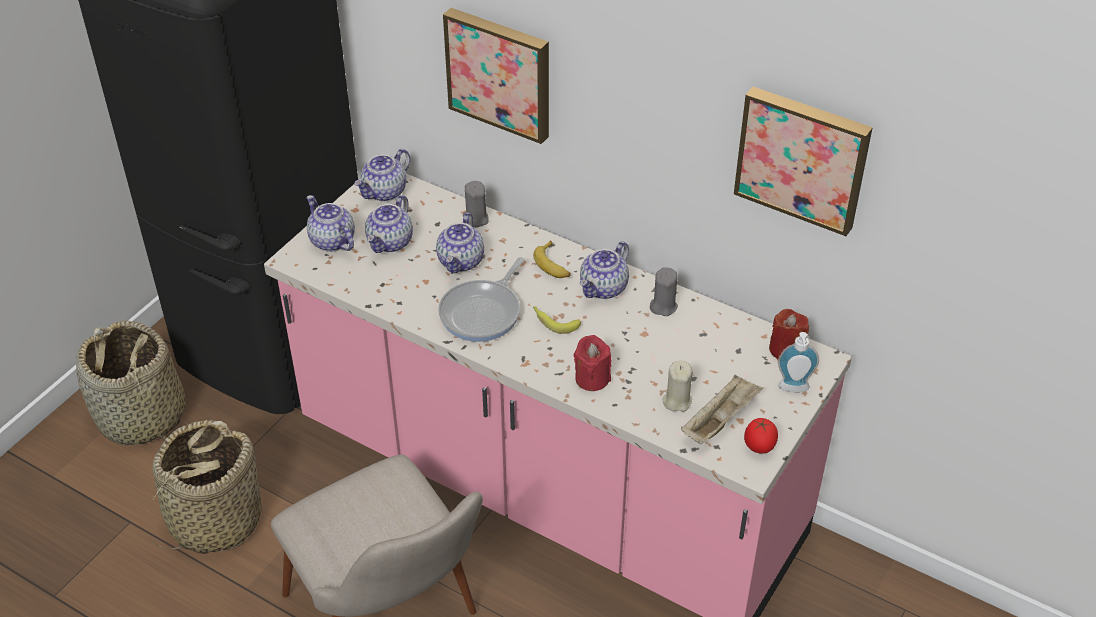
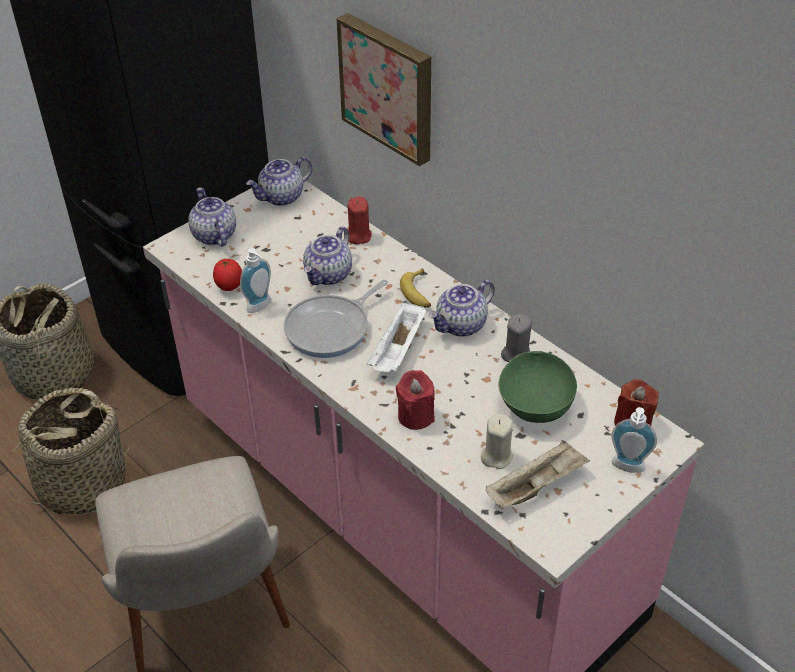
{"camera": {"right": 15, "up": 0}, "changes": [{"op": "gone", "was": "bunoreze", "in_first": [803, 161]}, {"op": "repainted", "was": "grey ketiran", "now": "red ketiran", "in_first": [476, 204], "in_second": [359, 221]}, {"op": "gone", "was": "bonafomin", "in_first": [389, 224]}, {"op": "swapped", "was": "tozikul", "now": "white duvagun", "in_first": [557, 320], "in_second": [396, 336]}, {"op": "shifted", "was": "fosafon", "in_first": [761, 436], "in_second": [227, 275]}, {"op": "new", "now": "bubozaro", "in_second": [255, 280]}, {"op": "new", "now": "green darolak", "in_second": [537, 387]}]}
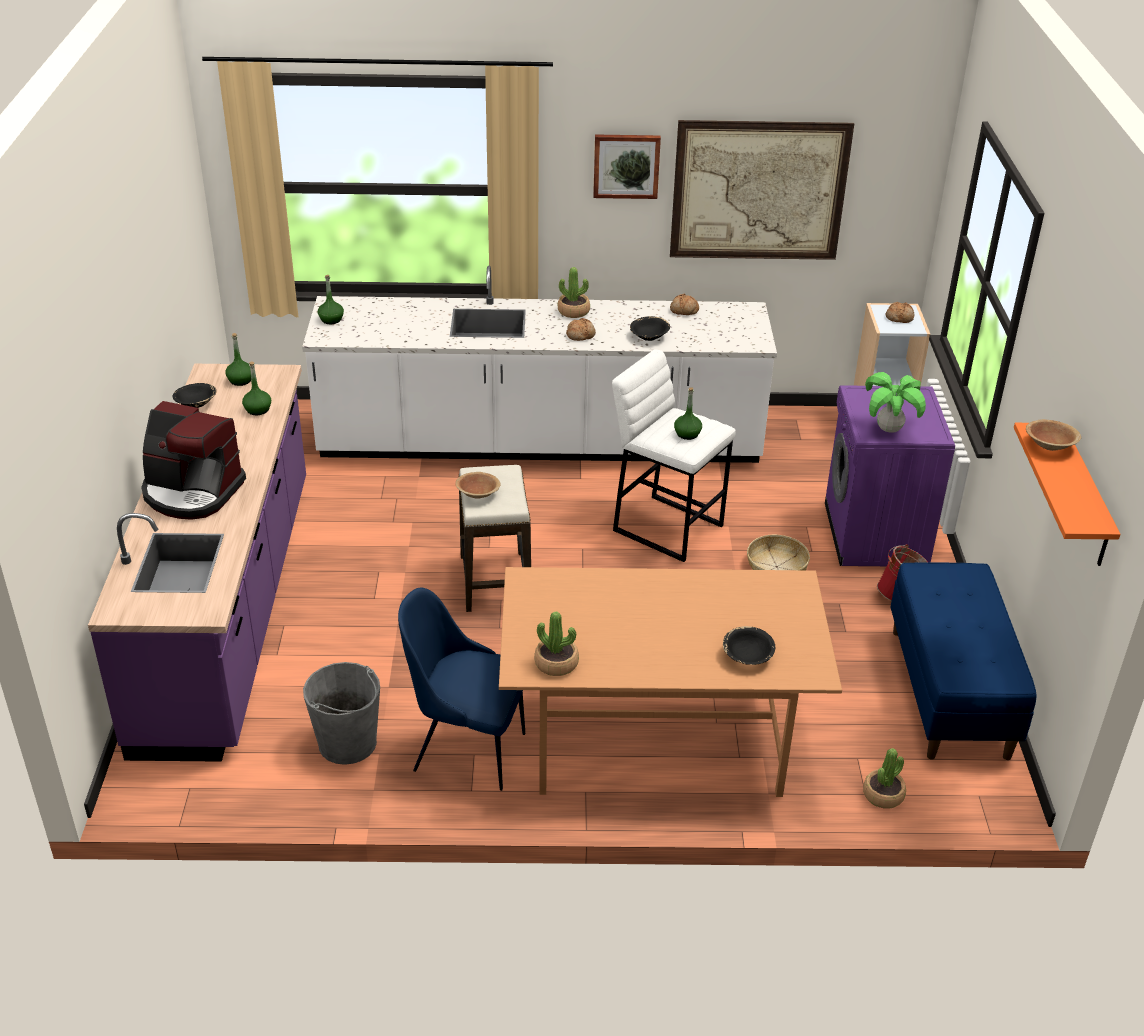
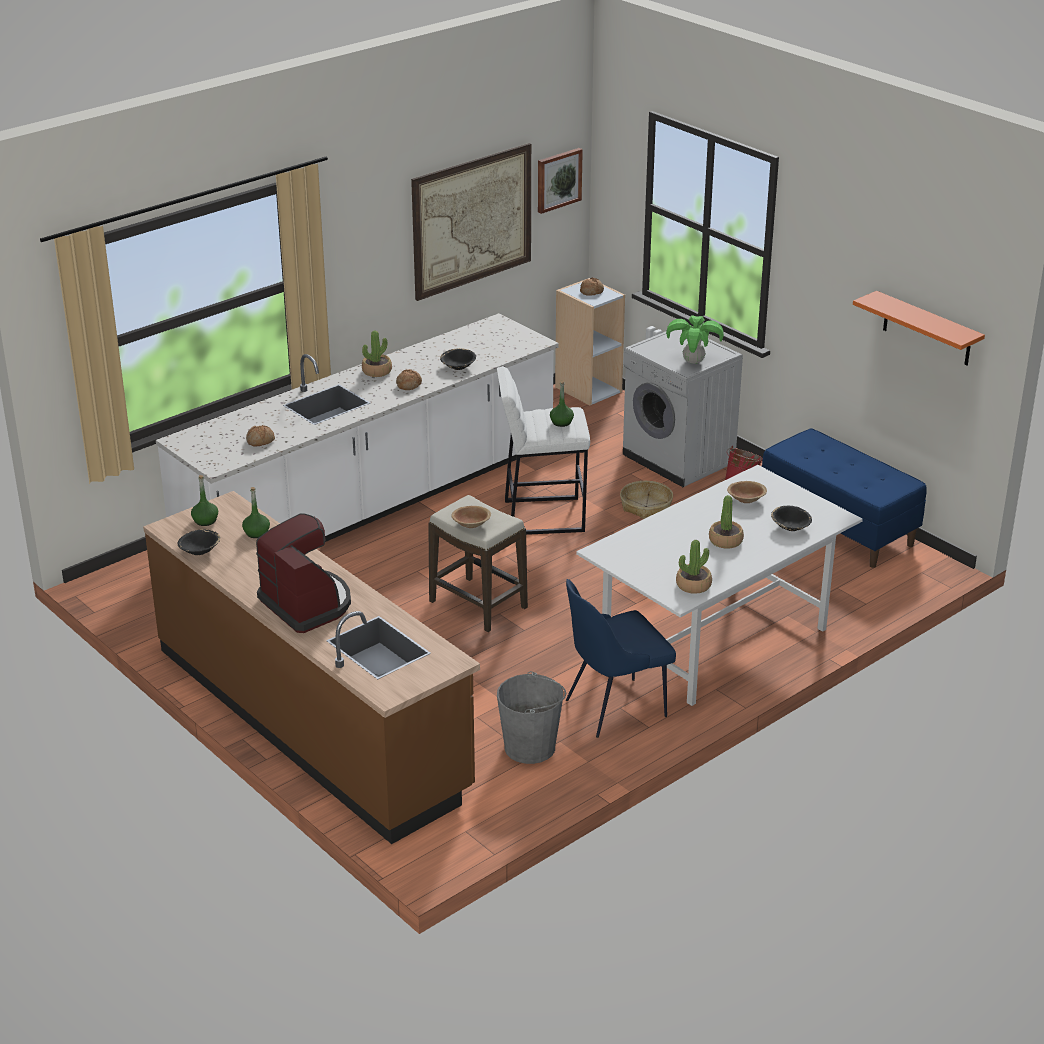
{"camera": {"right": -40, "up": -5}, "changes": [{"op": "shifted", "was": "bunoreze", "in_first": [627, 166], "in_second": [560, 181]}, {"op": "gone", "was": "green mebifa", "in_first": [331, 299]}, {"op": "shifted", "was": "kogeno", "in_first": [684, 304], "in_second": [260, 435]}, {"op": "repainted", "was": "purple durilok", "now": "brown durilok", "in_first": [197, 563], "in_second": [311, 667]}, {"op": "repainted", "was": "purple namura", "now": "white namura", "in_first": [890, 475], "in_second": [683, 408]}, {"op": "rotated", "was": "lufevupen", "in_first": [193, 460], "in_second": [303, 573], "clockwise": -105}, {"op": "shifted", "was": "brown darolak", "in_first": [1053, 435], "in_second": [747, 492]}, {"op": "repainted", "was": "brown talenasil", "now": "white talenasil", "in_first": [670, 682], "in_second": [719, 585]}, {"op": "shifted", "was": "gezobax", "in_first": [884, 778], "in_second": [726, 522]}]}
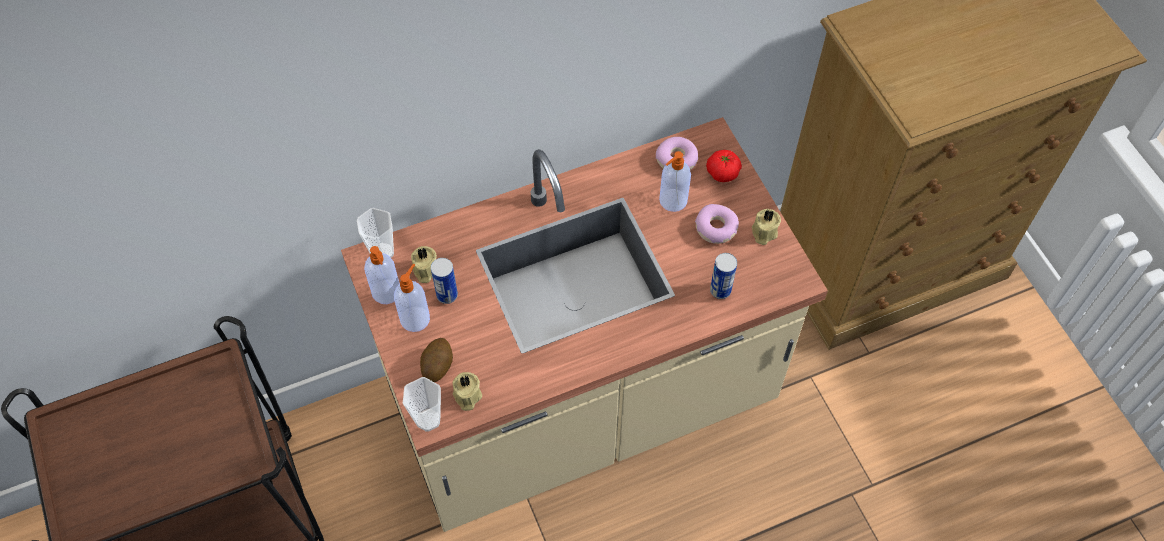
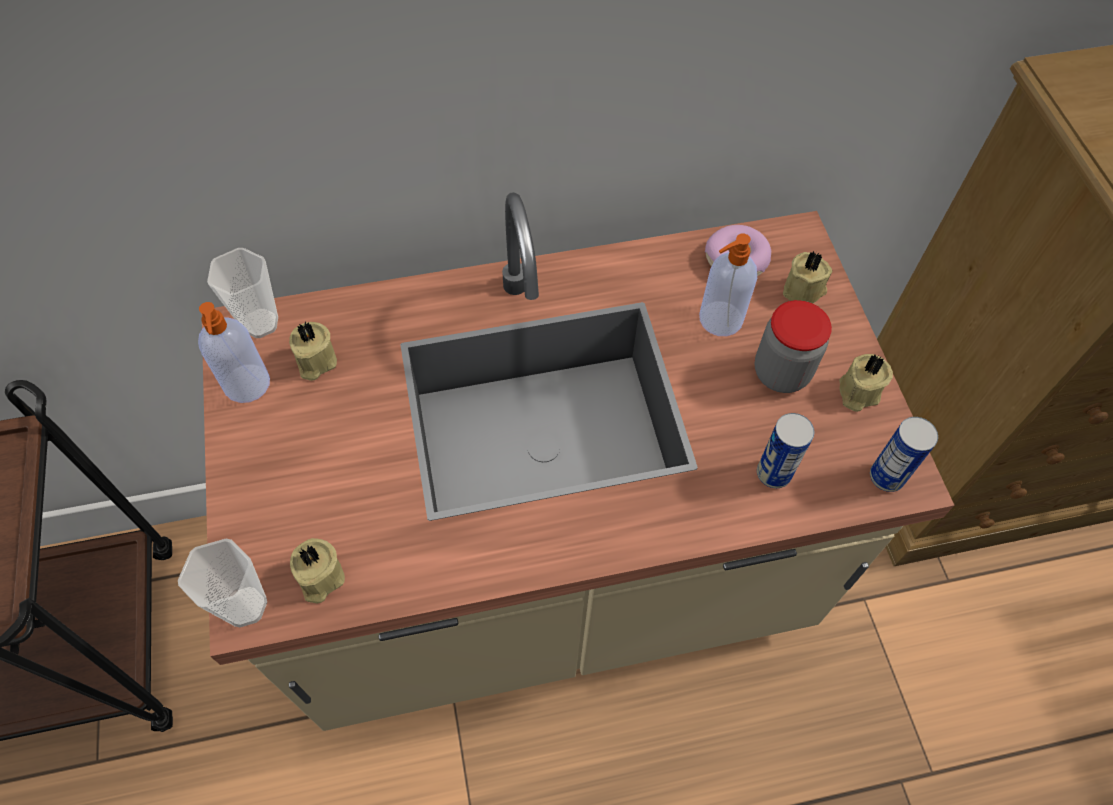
{"camera": {"right": 10, "up": 0}, "changes": [{"op": "swapped", "was": "fosafon", "now": "beige ketiran", "in_first": [724, 166], "in_second": [807, 277]}, {"op": "swapped", "was": "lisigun", "now": "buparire", "in_first": [717, 224], "in_second": [793, 346]}, {"op": "shifted", "was": "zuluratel", "in_first": [444, 281], "in_second": [904, 454]}, {"op": "gone", "was": "bubozaro", "in_first": [412, 297]}, {"op": "gone", "was": "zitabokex", "in_first": [436, 360]}]}
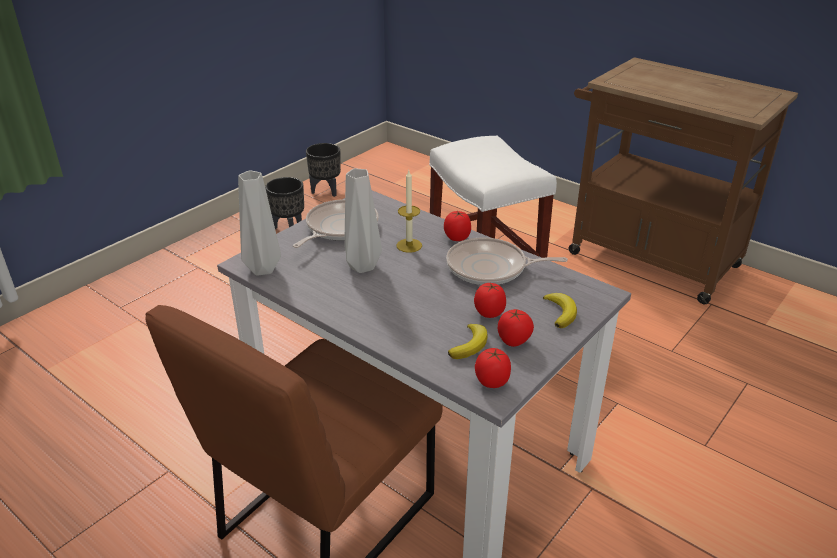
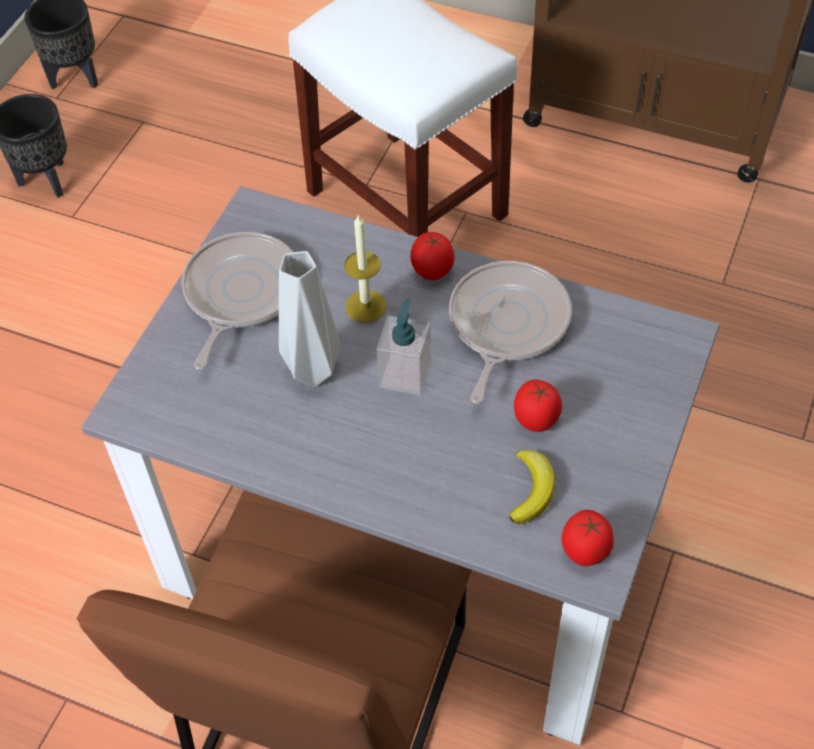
{"camera": {"right": -15, "up": 20}, "changes": [{"op": "gone", "was": "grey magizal", "in_first": [259, 223]}, {"op": "rotated", "was": "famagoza", "in_first": [507, 261], "in_second": [510, 332], "clockwise": 120}, {"op": "gone", "was": "tozikul", "in_first": [560, 310]}, {"op": "gone", "was": "fosafon", "in_first": [516, 328]}, {"op": "new", "now": "bubozaro", "in_second": [404, 346]}]}
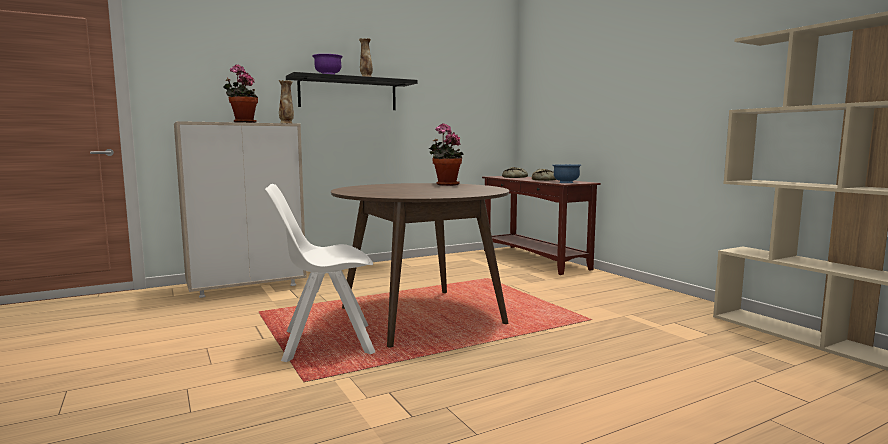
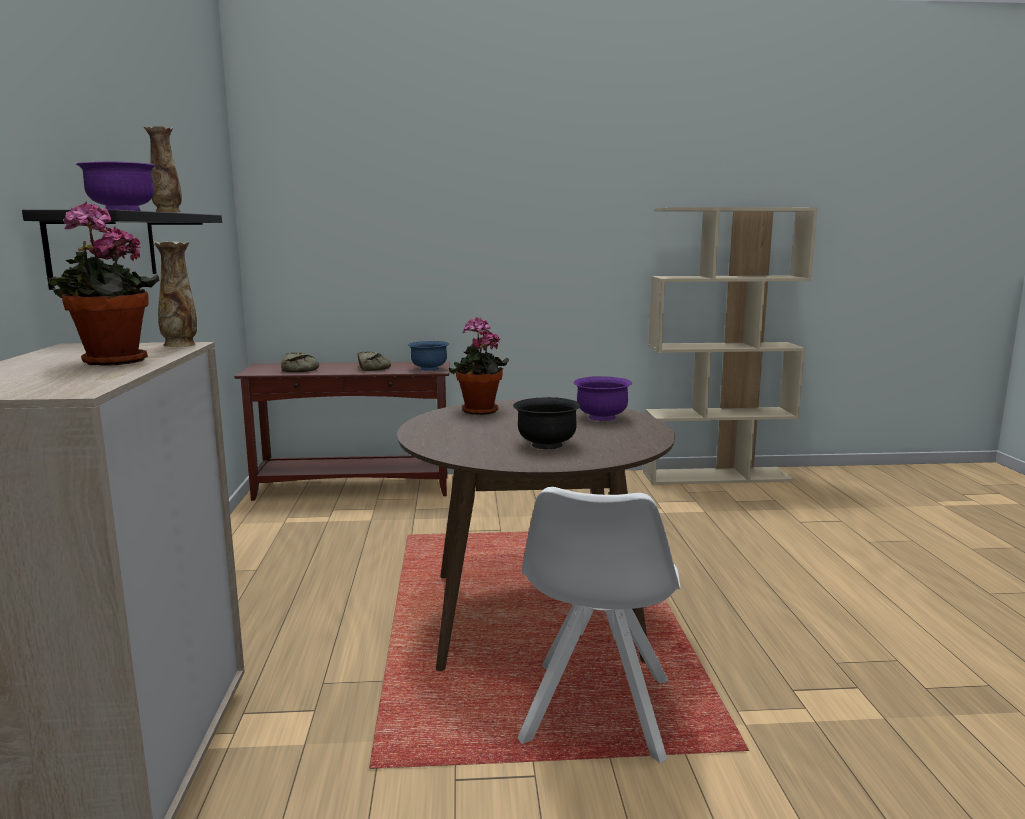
{"camera": {"right": -65, "up": 5}, "changes": [{"op": "new", "now": "purple darolak", "in_second": [603, 398]}, {"op": "new", "now": "black darolak", "in_second": [547, 423]}]}
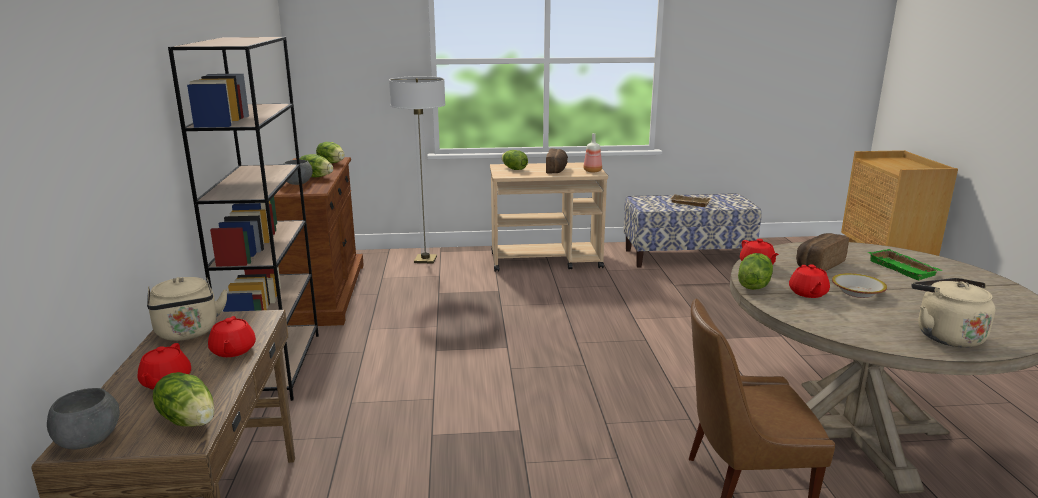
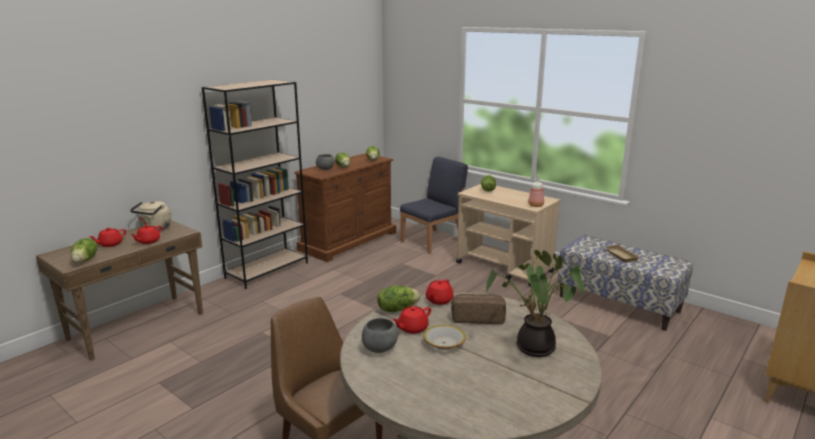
{"camera": {"right": 45, "up": 0}, "changes": [{"op": "swapped", "was": "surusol", "now": "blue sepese", "in_first": [417, 170], "in_second": [434, 205]}, {"op": "gone", "was": "kogeno", "in_first": [557, 161]}, {"op": "swapped", "was": "green duvagun", "now": "gezobax", "in_first": [905, 264], "in_second": [534, 303]}, {"op": "gone", "was": "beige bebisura", "in_first": [953, 313]}, {"op": "shifted", "was": "grey darolak", "in_first": [83, 418], "in_second": [380, 335]}]}
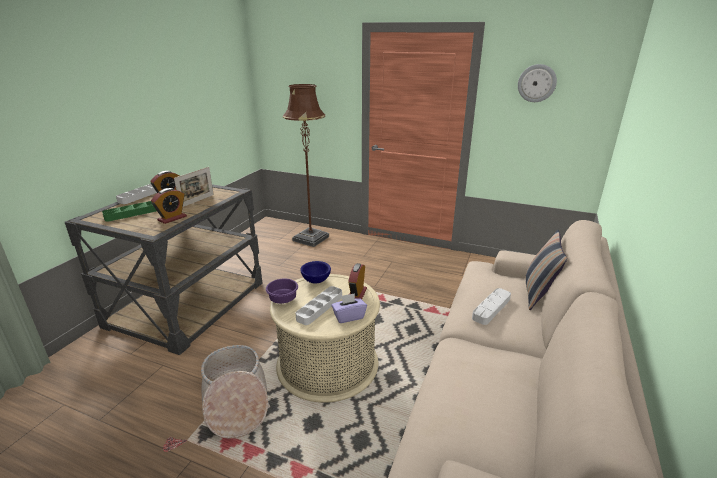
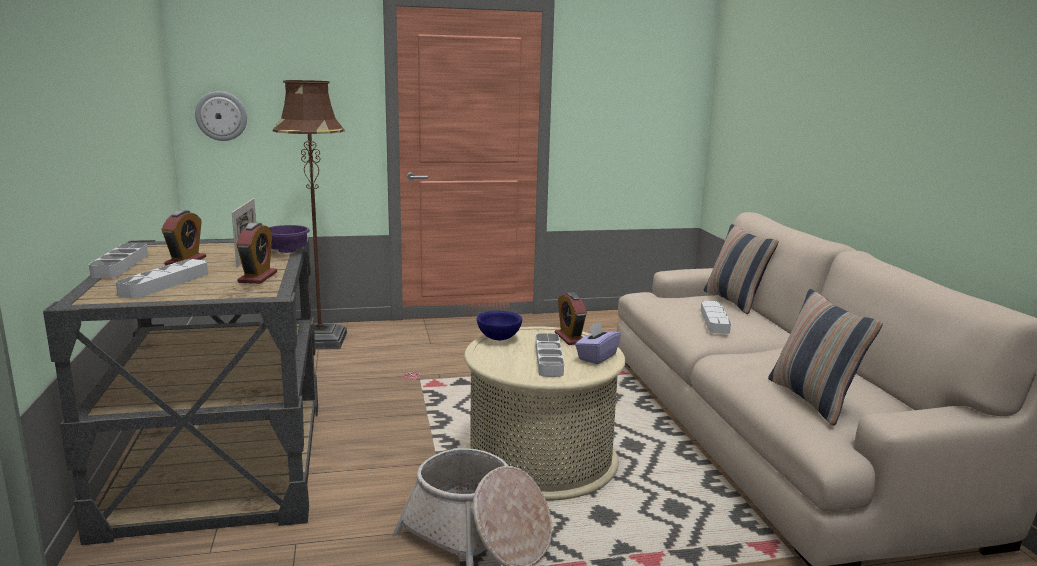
{"camera": {"right": -35, "up": -10}, "changes": [{"op": "shifted", "was": "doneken", "in_first": [537, 83], "in_second": [221, 116]}, {"op": "repainted", "was": "green duvagun", "now": "grey duvagun", "in_first": [129, 211], "in_second": [162, 278]}, {"op": "shifted", "was": "purple darolak", "in_first": [282, 291], "in_second": [289, 239]}, {"op": "new", "now": "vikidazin", "in_second": [825, 357]}]}
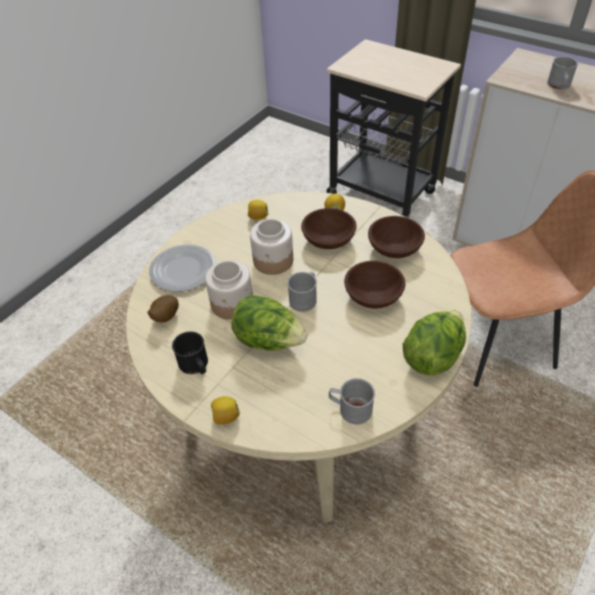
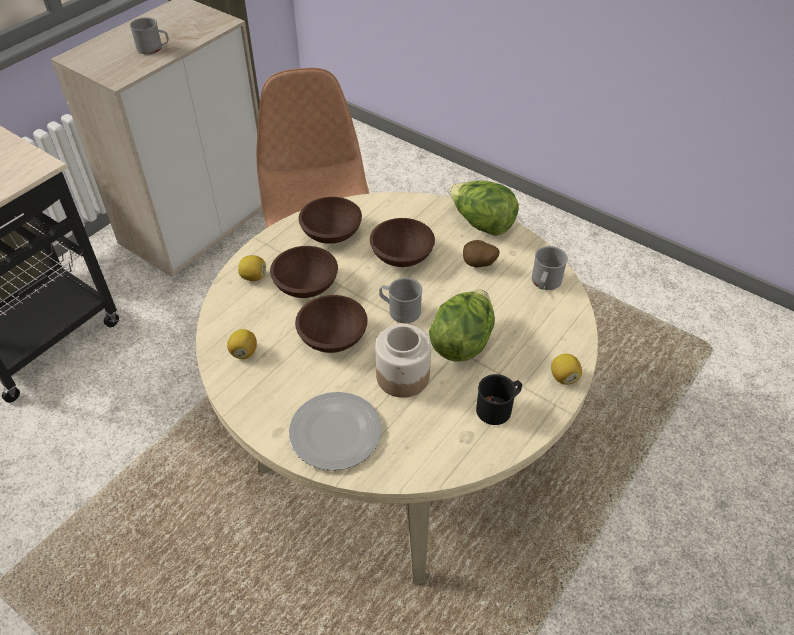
{"camera": {"right": -90, "up": 0}, "changes": [{"op": "swapped", "was": "buparire", "now": "brown darolak", "in_first": [271, 247], "in_second": [331, 324]}, {"op": "shifted", "was": "zitabokex", "in_first": [163, 309], "in_second": [481, 253]}]}
